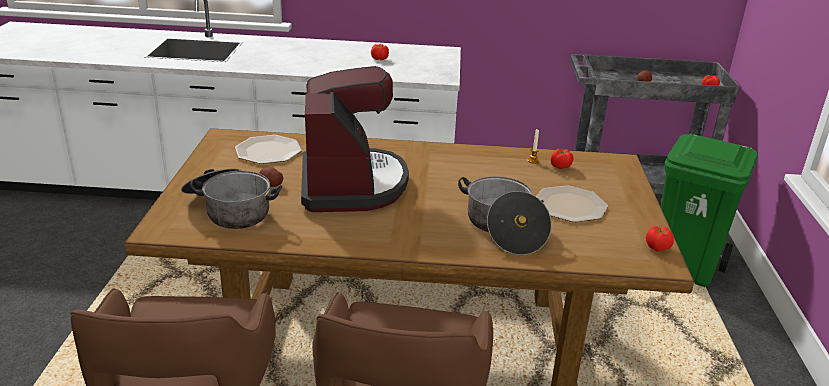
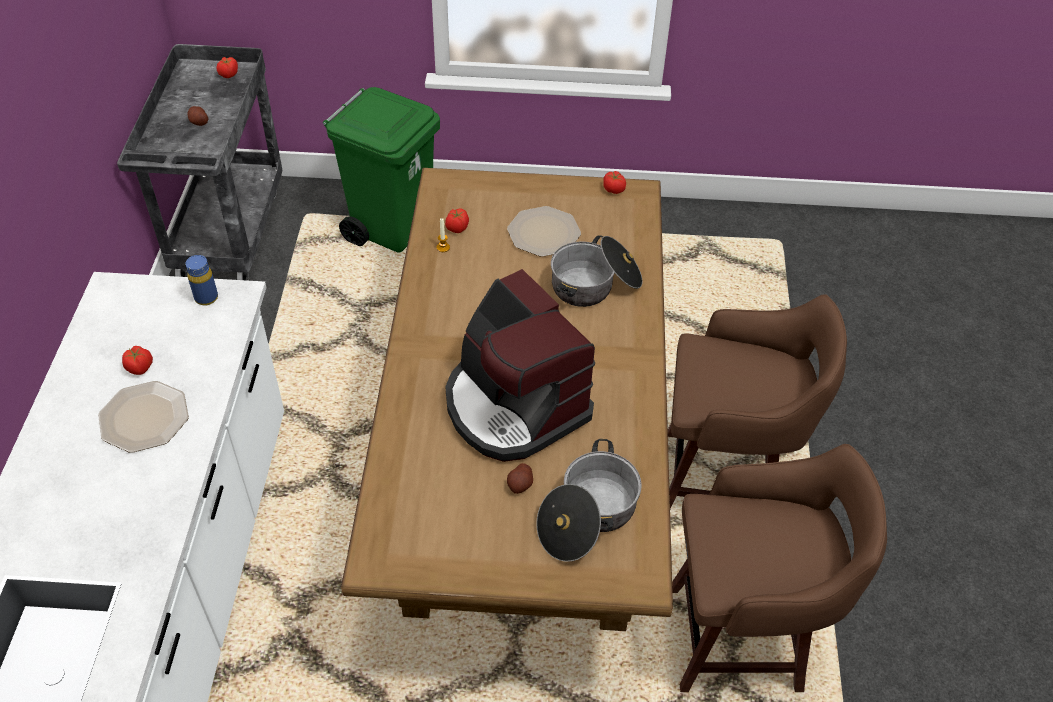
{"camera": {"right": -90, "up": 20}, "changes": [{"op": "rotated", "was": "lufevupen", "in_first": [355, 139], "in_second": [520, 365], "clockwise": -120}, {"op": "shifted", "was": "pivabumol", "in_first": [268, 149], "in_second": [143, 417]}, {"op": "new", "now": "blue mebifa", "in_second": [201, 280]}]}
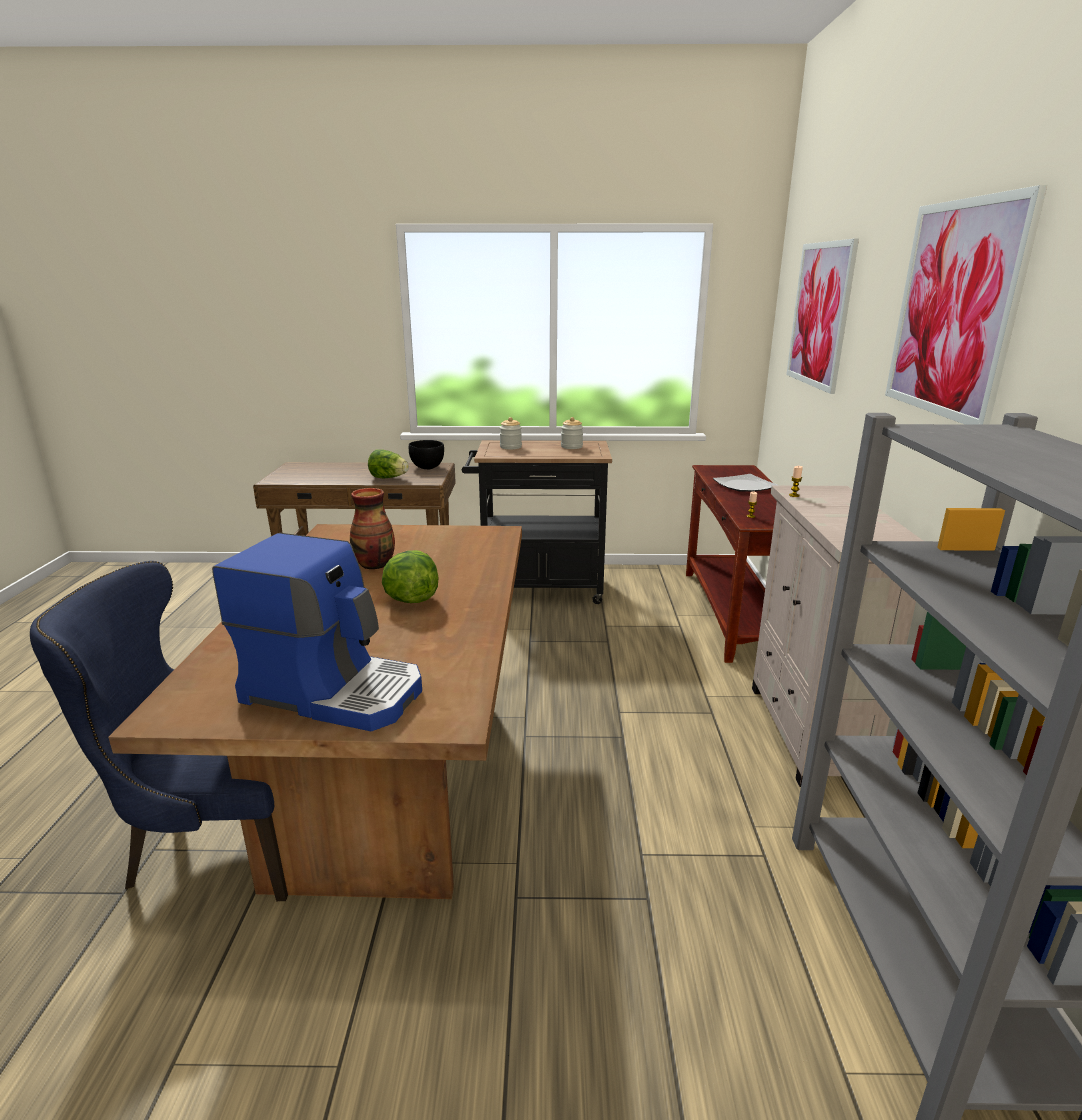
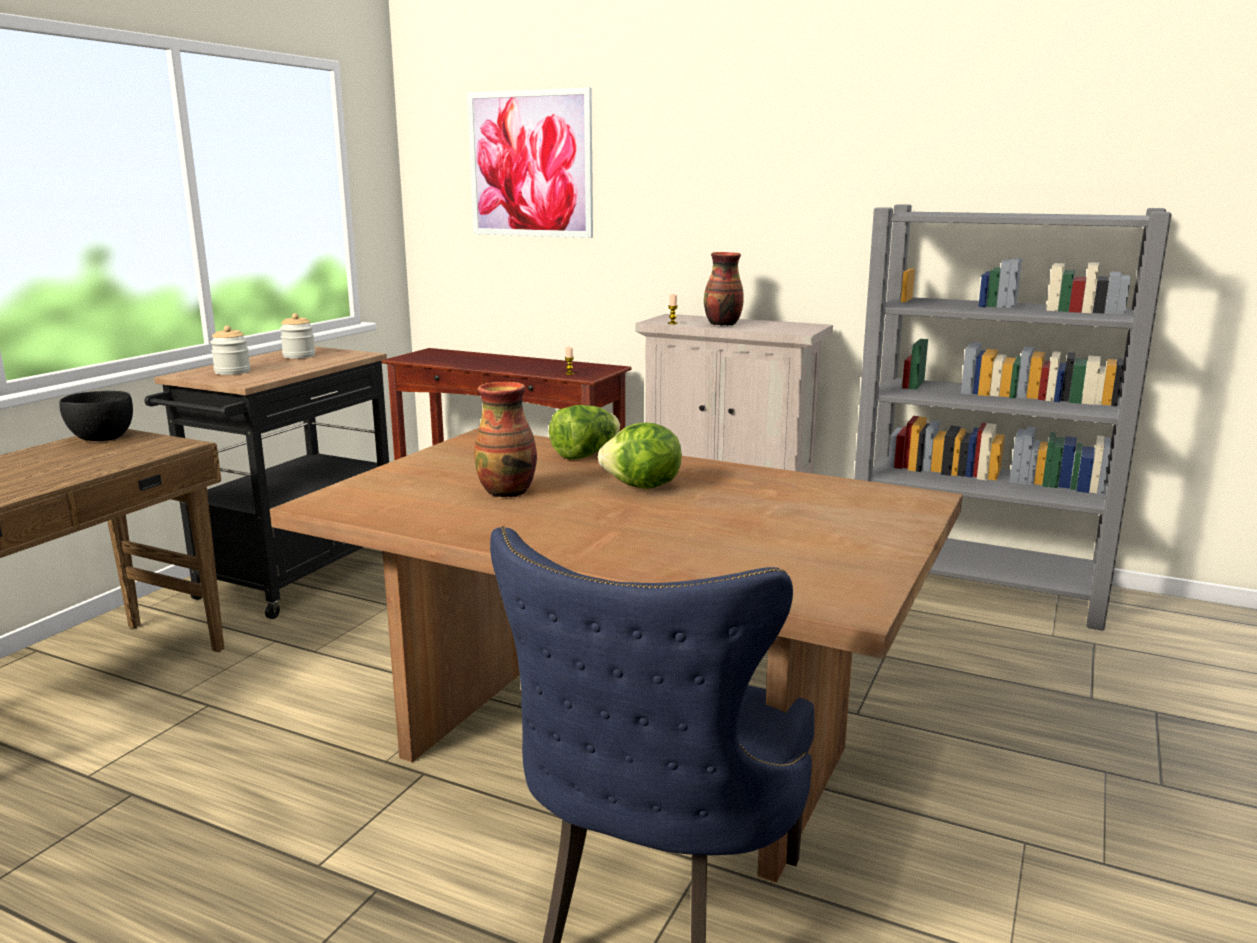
{"camera": {"right": -65, "up": -5}, "changes": [{"op": "gone", "was": "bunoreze", "in_first": [966, 305]}, {"op": "shifted", "was": "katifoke", "in_first": [388, 463], "in_second": [584, 432]}, {"op": "gone", "was": "pivabumol", "in_first": [746, 483]}, {"op": "gone", "was": "lufevupen", "in_first": [317, 632]}, {"op": "new", "now": "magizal", "in_second": [724, 289]}]}
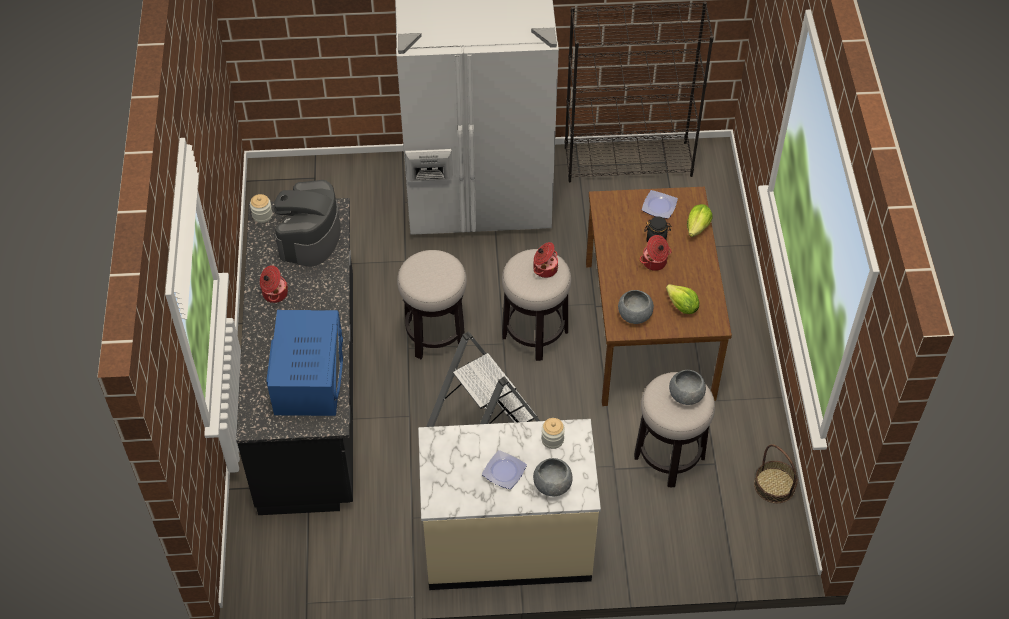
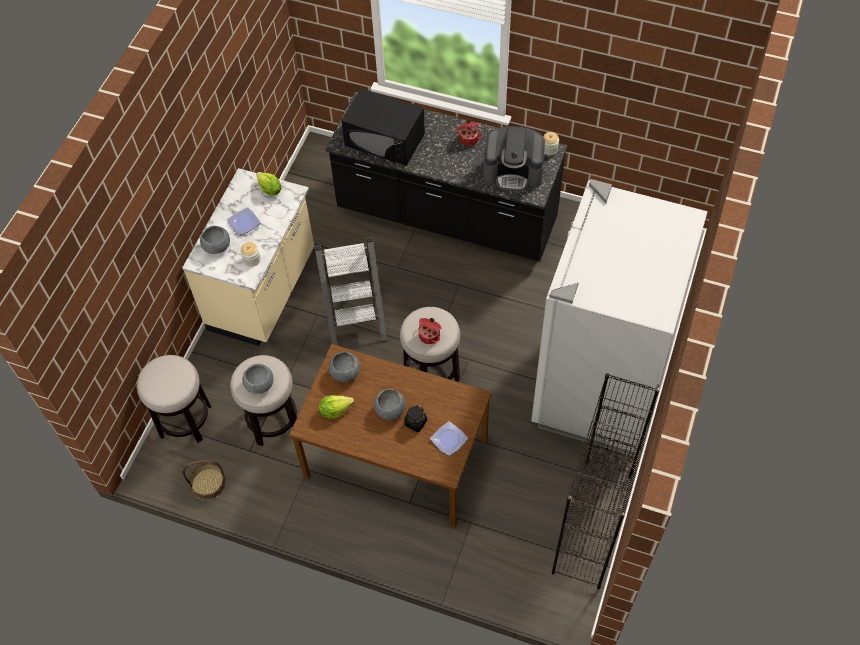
{"camera": {"right": 115, "up": 5}, "changes": [{"op": "rotated", "was": "lufevupen", "in_first": [307, 223], "in_second": [514, 158], "clockwise": 150}, {"op": "shifted", "was": "katifoke", "in_first": [700, 220], "in_second": [269, 183]}, {"op": "swapped", "was": "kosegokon", "now": "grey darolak", "in_first": [656, 253], "in_second": [390, 404]}, {"op": "shifted", "was": "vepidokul", "in_first": [432, 304], "in_second": [174, 399]}, {"op": "repainted", "was": "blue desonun", "now": "black desonun", "in_first": [304, 363], "in_second": [383, 127]}]}
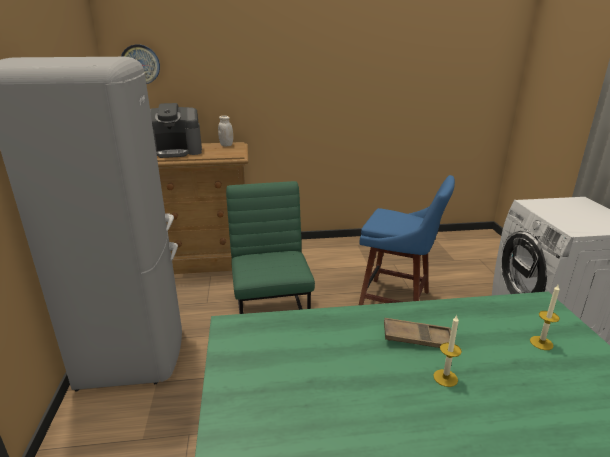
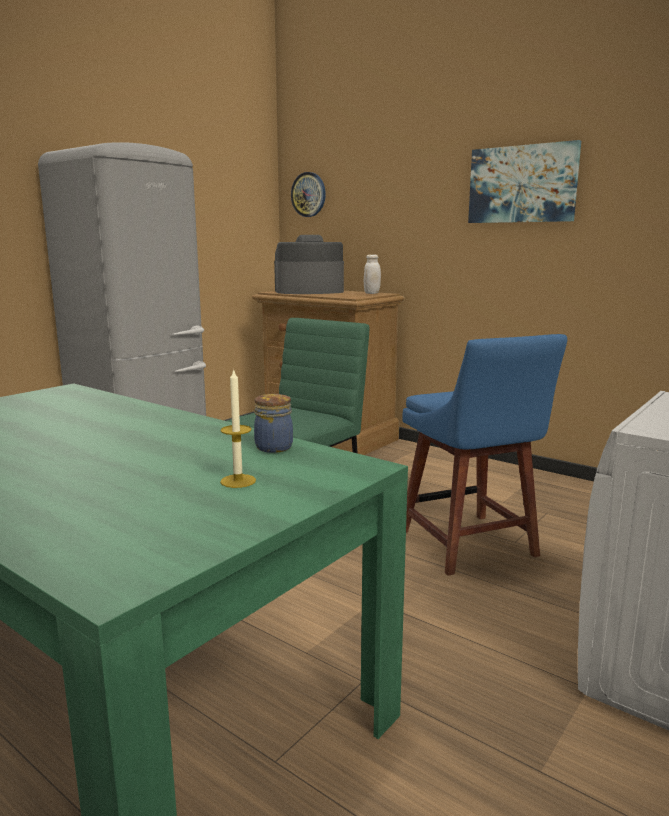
{"camera": {"right": 45, "up": -10}, "changes": [{"op": "rotated", "was": "lufevupen", "in_first": [176, 130], "in_second": [309, 264], "clockwise": 135}, {"op": "gone", "was": "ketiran", "in_first": [447, 351]}, {"op": "gone", "was": "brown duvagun", "in_first": [417, 333]}, {"op": "new", "now": "bunoreze", "in_second": [524, 181]}, {"op": "new", "now": "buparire", "in_second": [273, 423]}]}
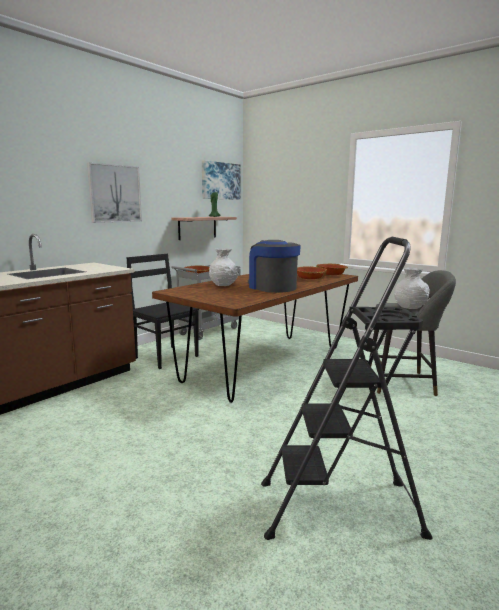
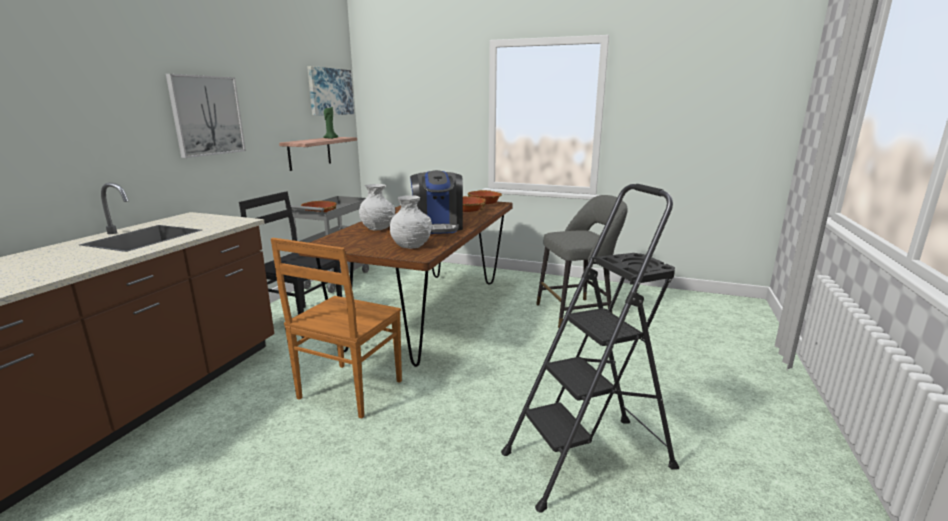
{"camera": {"right": -20, "up": 5}, "changes": [{"op": "rotated", "was": "lufevupen", "in_first": [274, 266], "in_second": [436, 202], "clockwise": -135}, {"op": "shifted", "was": "white magizal", "in_first": [412, 288], "in_second": [411, 222]}, {"op": "new", "now": "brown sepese", "in_second": [336, 328]}]}
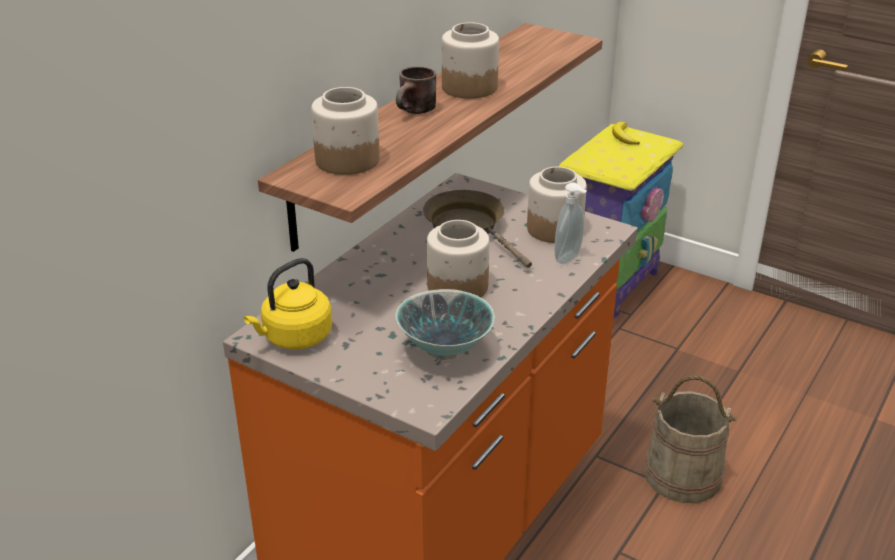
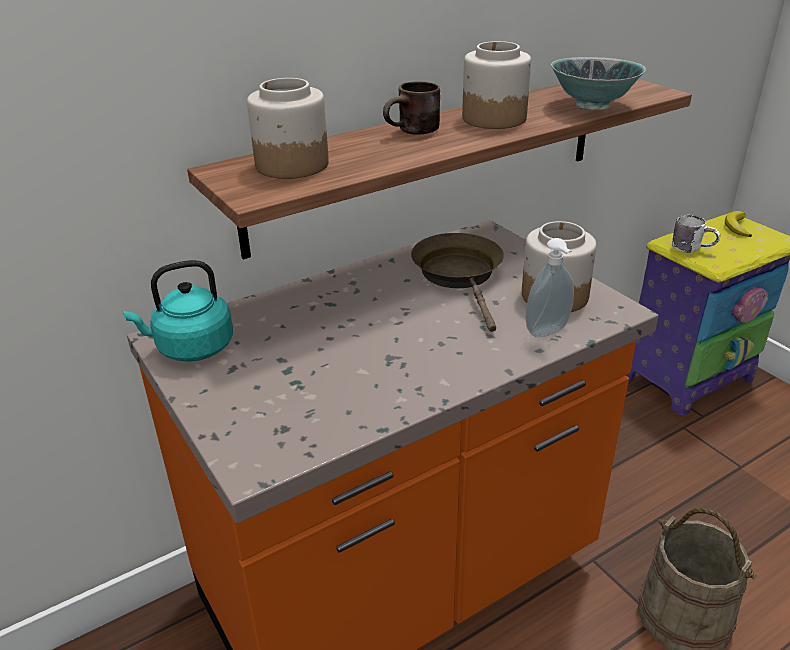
{"camera": {"right": 25, "up": 0}, "changes": [{"op": "gone", "was": "buparire", "in_first": [458, 258]}, {"op": "repainted", "was": "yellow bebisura", "now": "turquoise bebisura", "in_first": [288, 303], "in_second": [178, 311]}, {"op": "shifted", "was": "darolak", "in_first": [445, 324], "in_second": [598, 83]}, {"op": "new", "now": "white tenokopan", "in_second": [696, 234]}]}
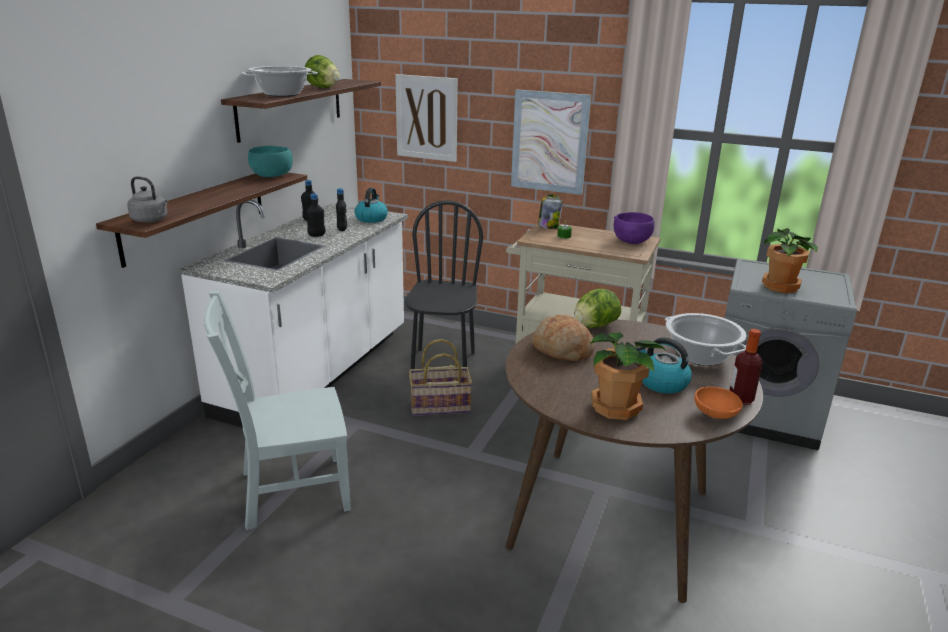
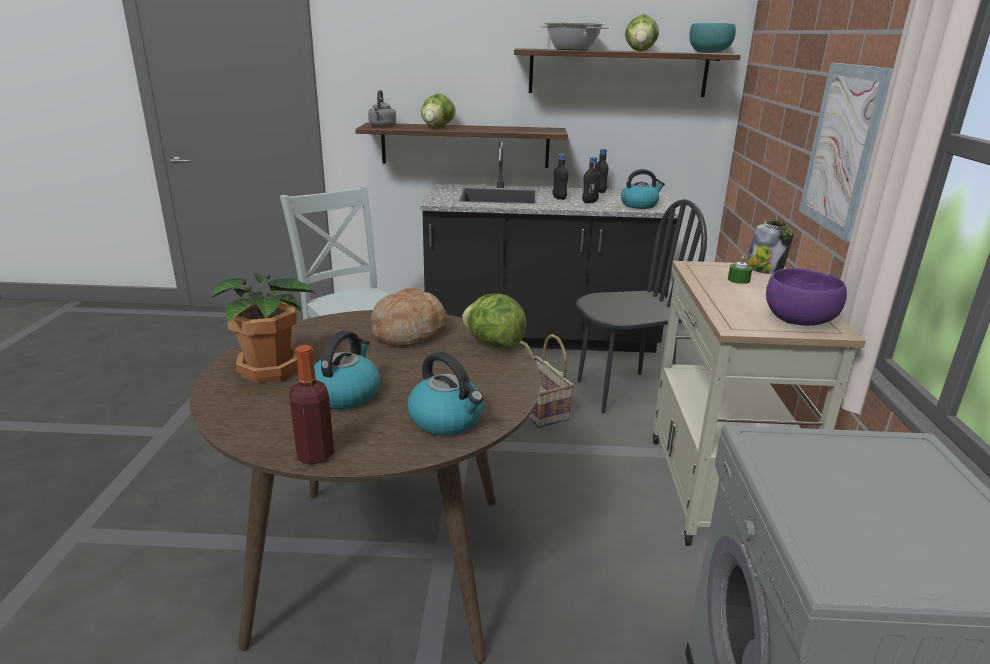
{"camera": {"right": 70, "up": 0}, "changes": [{"op": "gone", "was": "bunoreze", "in_first": [426, 118]}, {"op": "shifted", "was": "turquoise darolak", "in_first": [270, 161], "in_second": [712, 38]}, {"op": "repainted", "was": "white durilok", "now": "black durilok", "in_first": [293, 314], "in_second": [549, 247]}, {"op": "gone", "was": "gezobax", "in_first": [790, 260]}, {"op": "swapped", "was": "kosegokon", "now": "bebisura", "in_first": [706, 339], "in_second": [445, 394]}, {"op": "gone", "was": "orange darolak", "in_first": [718, 403]}, {"op": "new", "now": "katifoke", "in_second": [438, 111]}]}
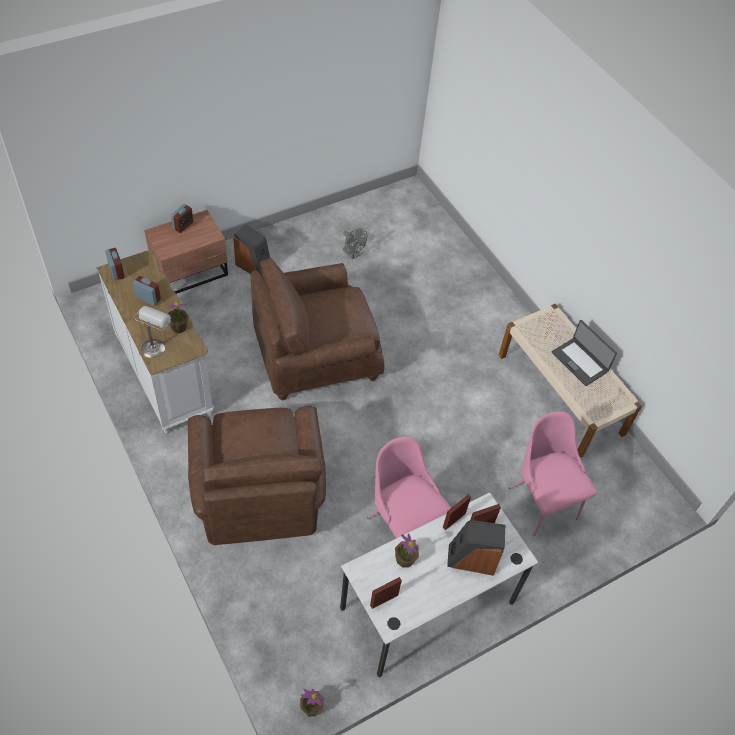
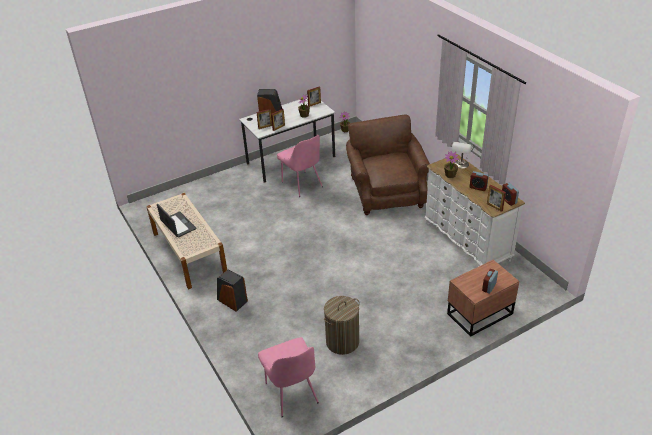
{"camera": {"right": -175, "up": -15}, "changes": [{"op": "shifted", "was": "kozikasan", "in_first": [251, 251], "in_second": [232, 290]}, {"op": "swapped", "was": "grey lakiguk", "now": "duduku", "in_first": [354, 243], "in_second": [342, 325]}, {"op": "gone", "was": "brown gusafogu", "in_first": [317, 329]}, {"op": "shifted", "was": "pink sepese", "in_first": [553, 473], "in_second": [288, 377]}, {"op": "new", "now": "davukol", "in_second": [496, 198]}]}
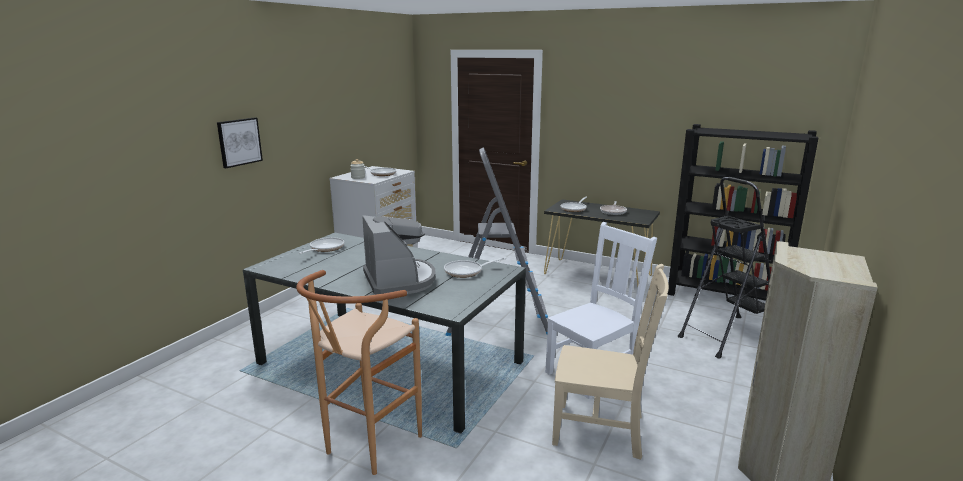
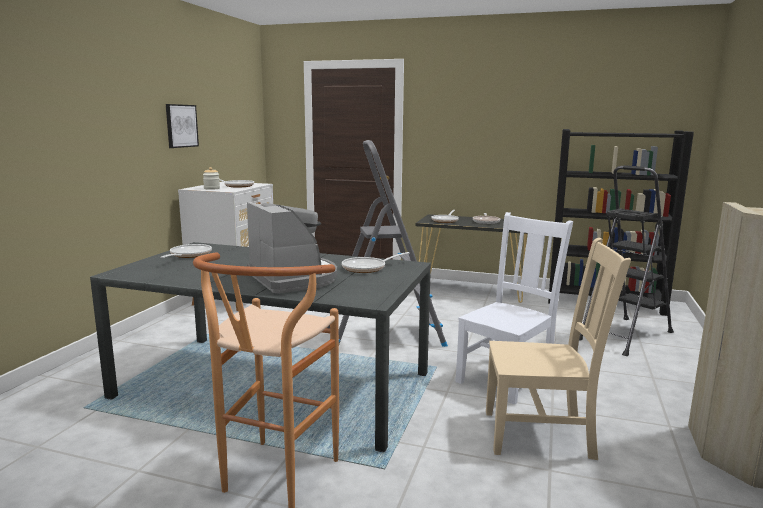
{"camera": {"right": -10, "up": -5}, "changes": [{"op": "shifted", "was": "bunoreze", "in_first": [240, 142], "in_second": [182, 126]}]}
